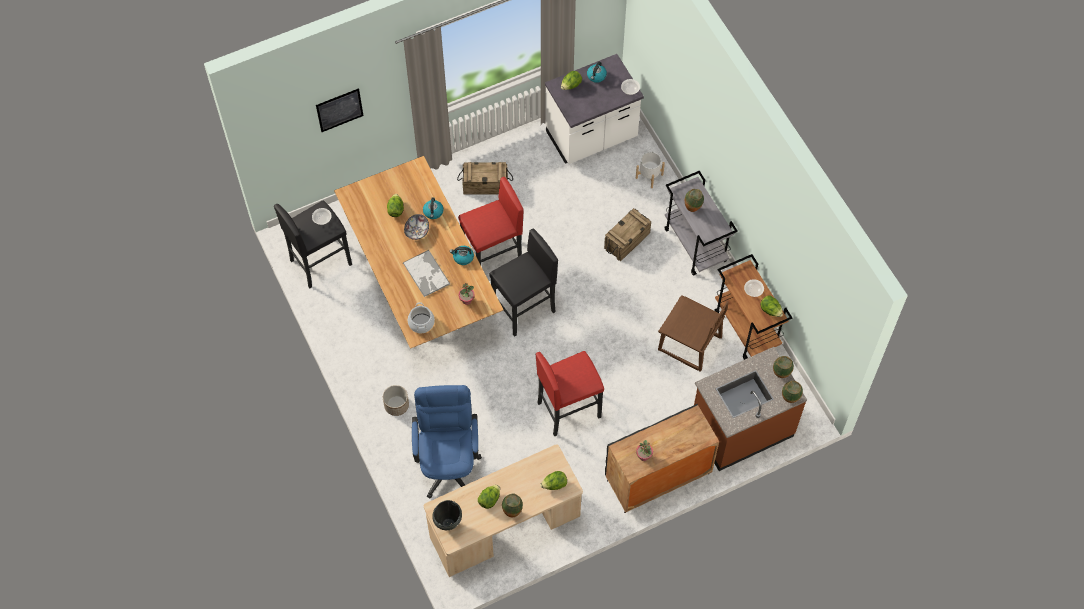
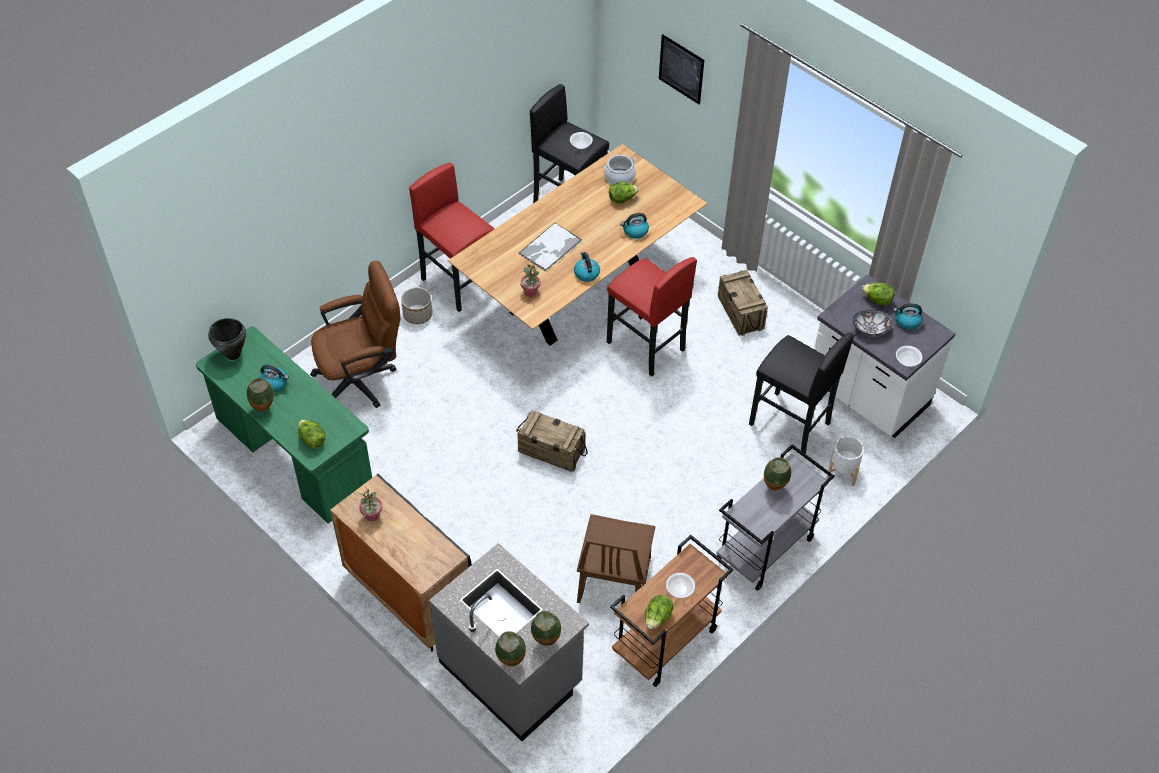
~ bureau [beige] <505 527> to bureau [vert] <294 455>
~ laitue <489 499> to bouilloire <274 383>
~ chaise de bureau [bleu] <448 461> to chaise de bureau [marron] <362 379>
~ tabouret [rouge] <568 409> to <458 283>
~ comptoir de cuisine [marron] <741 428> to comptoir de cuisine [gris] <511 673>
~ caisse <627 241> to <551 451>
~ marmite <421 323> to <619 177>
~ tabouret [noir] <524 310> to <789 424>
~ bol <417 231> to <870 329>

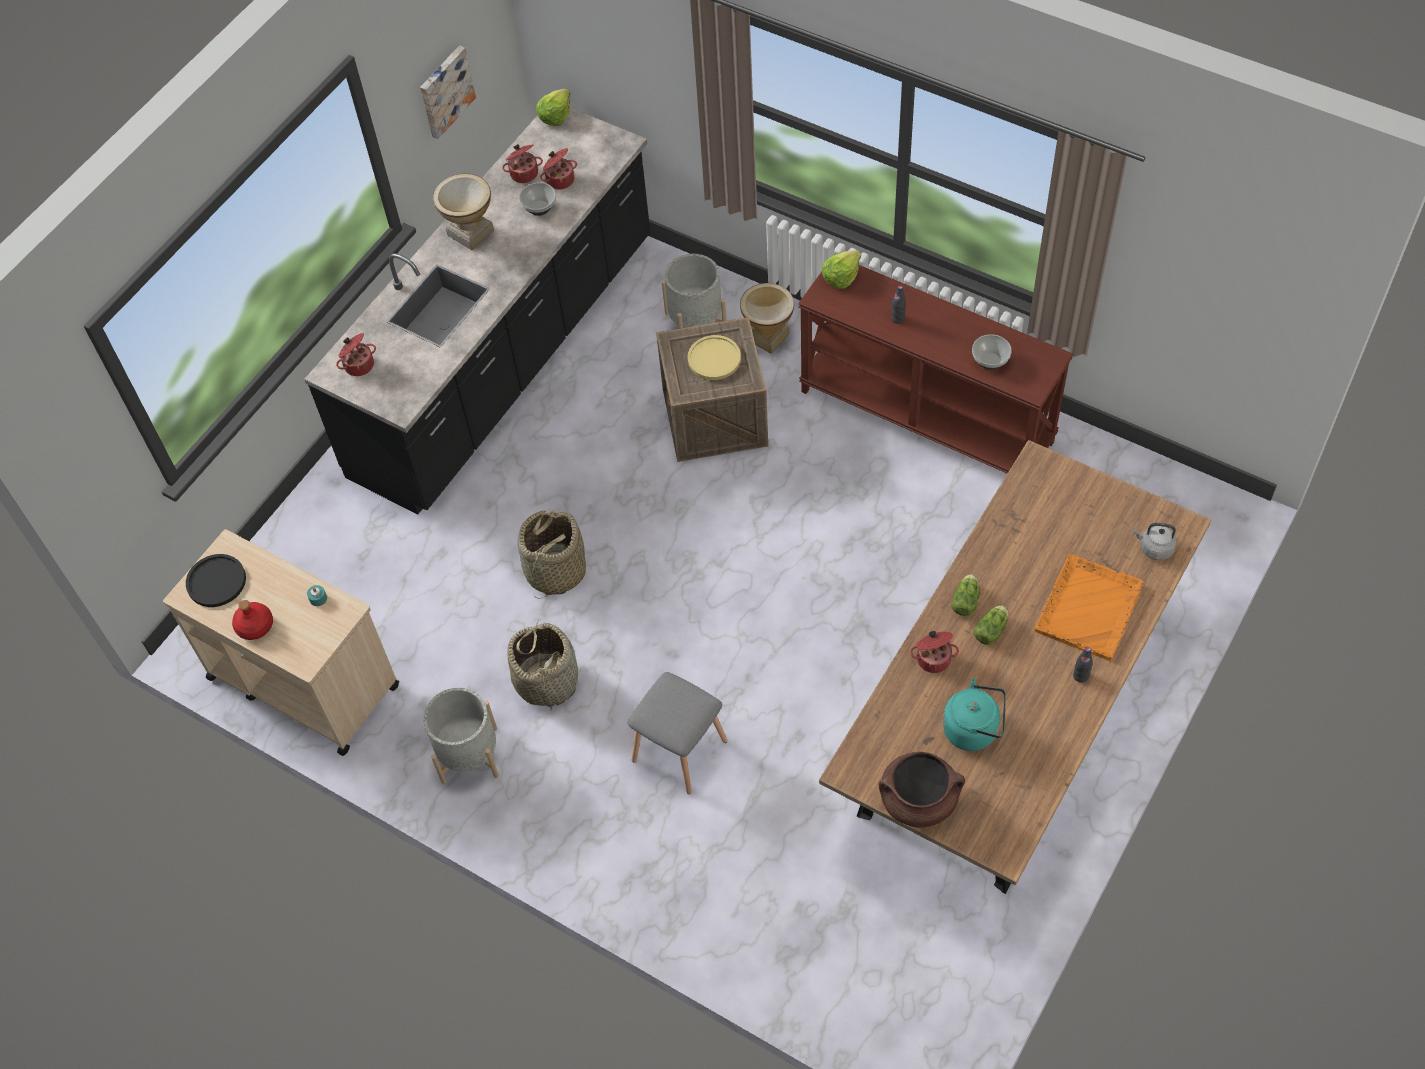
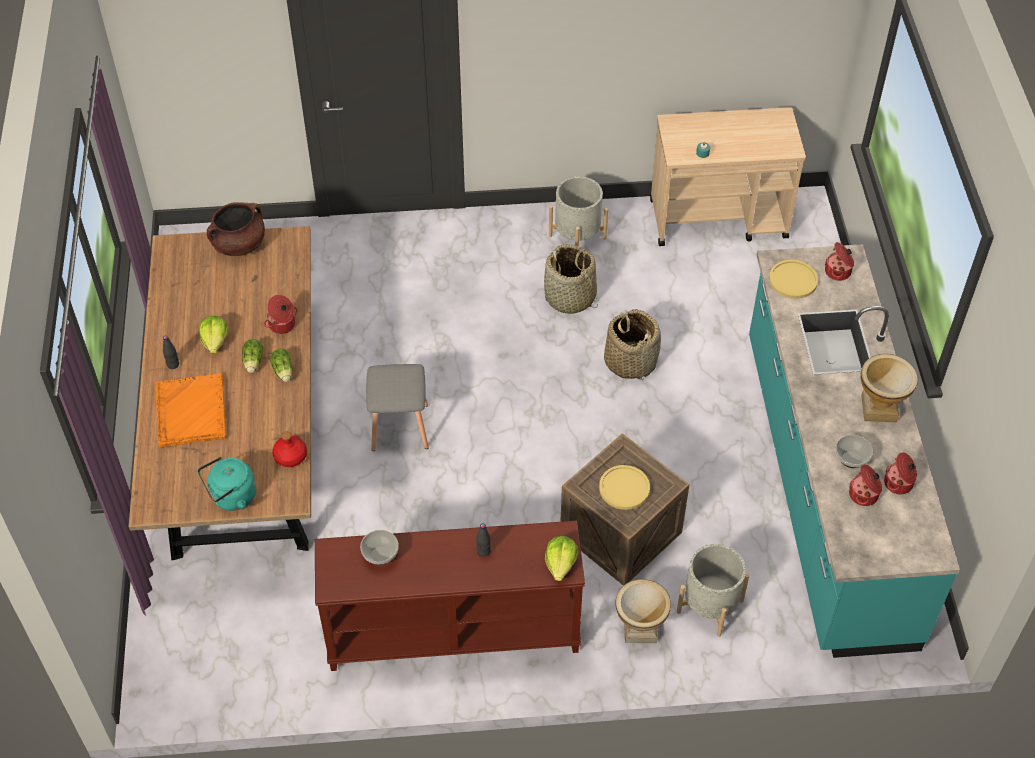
~ bouilloire [turquoise] <974 729> to <231 497>
~ laitue <555 116> to <215 341>
~ bouteille [rouge] <255 626> to <290 456>
~ tabouret [gris] <679 749> to <400 428>
~ comptoir de cuisine [noir] <506 358> to comptoir de cuisine [turquoise] <825 487>
+ assiette [jaune] <793 280>
- assiette [noir] <216 581>
- tableau <445 91>
- bouilloire [gris] <1154 548>

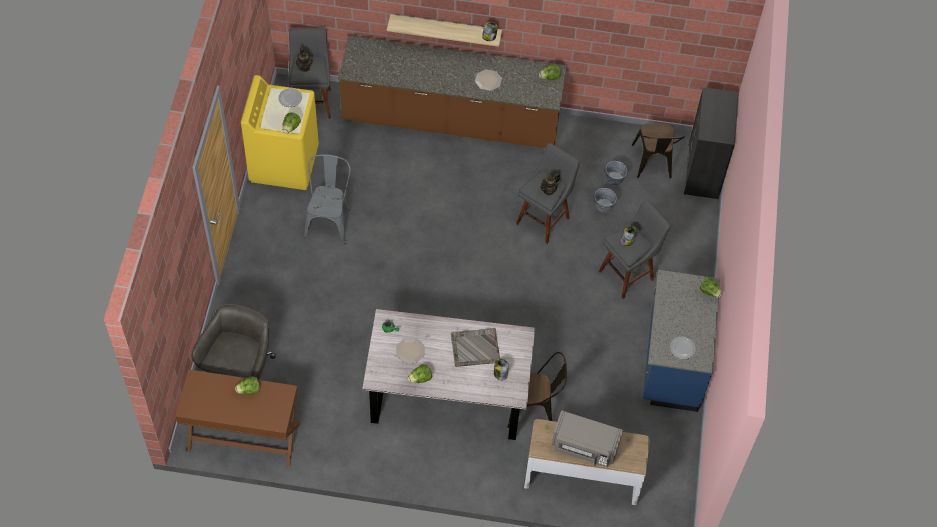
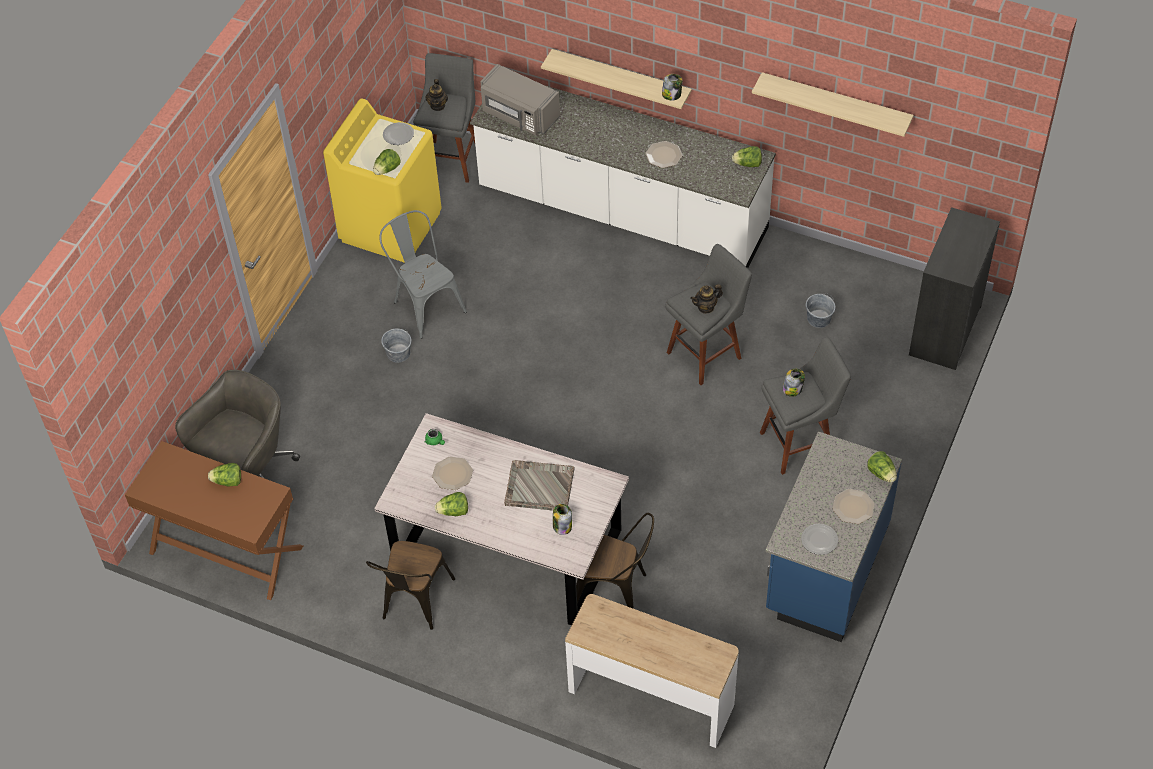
~ chaise [marron] <653 164> to <414 603>
~ chaise [gris] <329 219> = <425 304> 60 degrees counterclockwise
~ seau [gris] <604 205> to <398 353>
~ comptoir de cuisine [marron] <451 121> to comptoir de cuisine [blanc] <622 211>
~ micro-ondes [gris] <584 447> to <519 115>
+ étagère <835 104>
+ assiette <853 507>

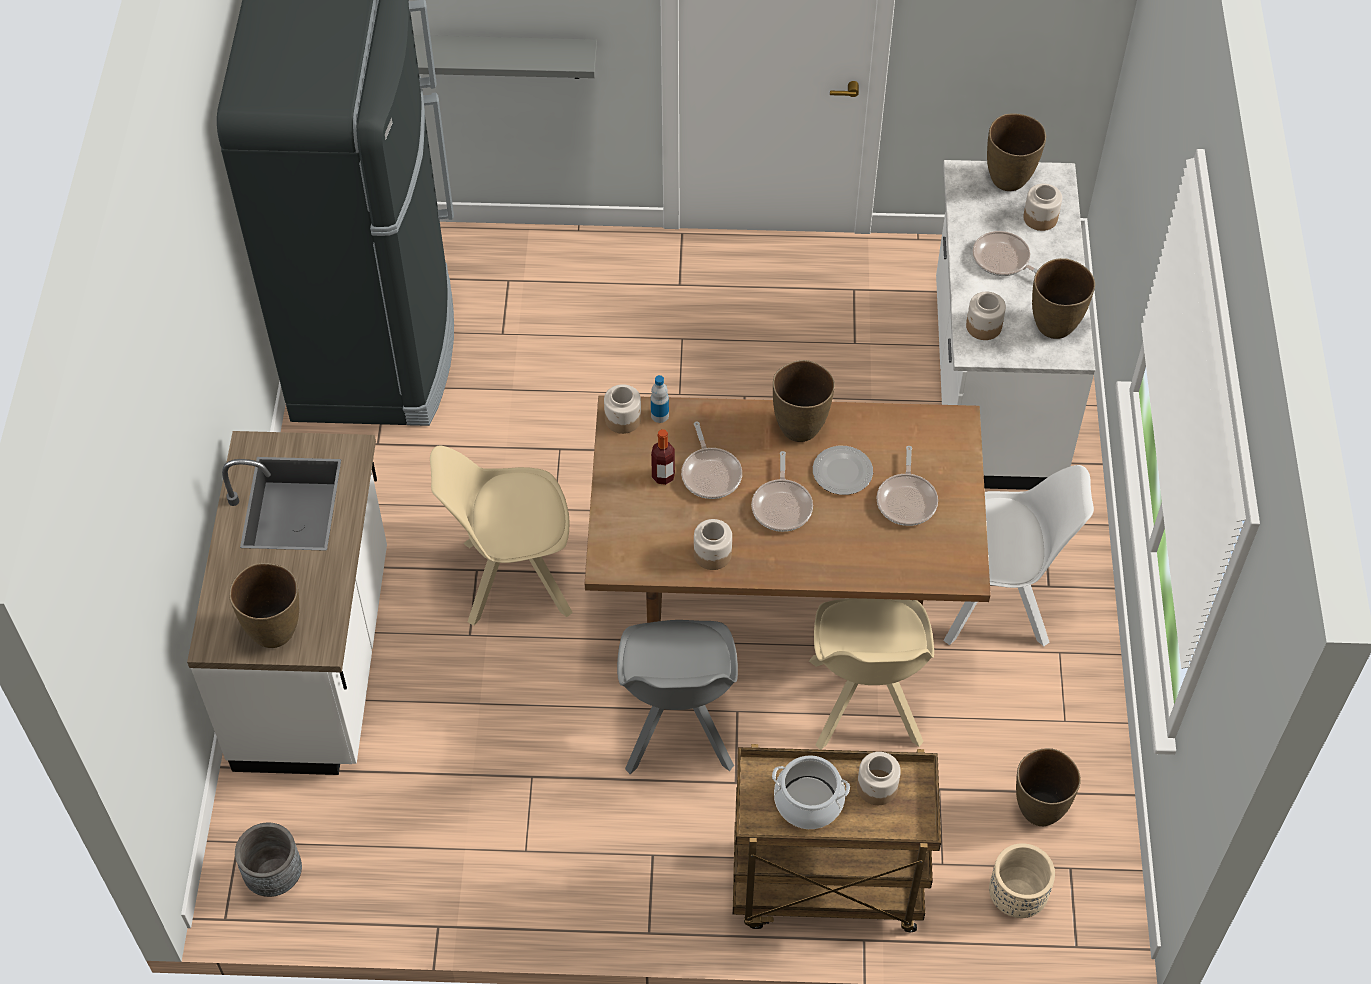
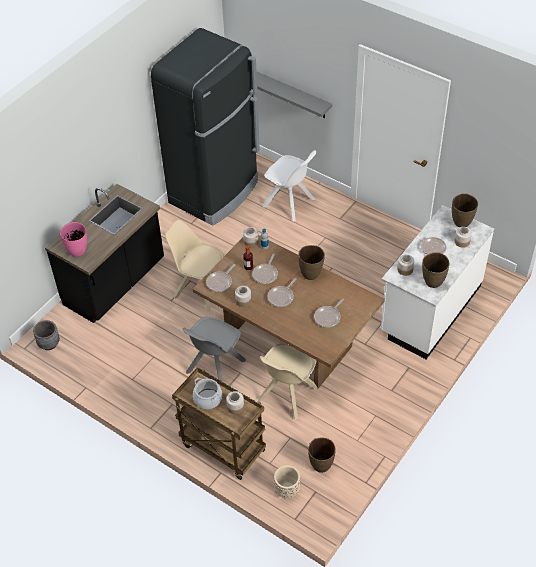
~ comptoir de cuisine [blanc] <317 661> to comptoir de cuisine [noir] <115 284>
~ vase [marron] <275 631> to vase [rose] <78 251>
+ poêle <220 282>
~ chaise [blanc] <997 602> to <290 203>
- assiette <842 472>

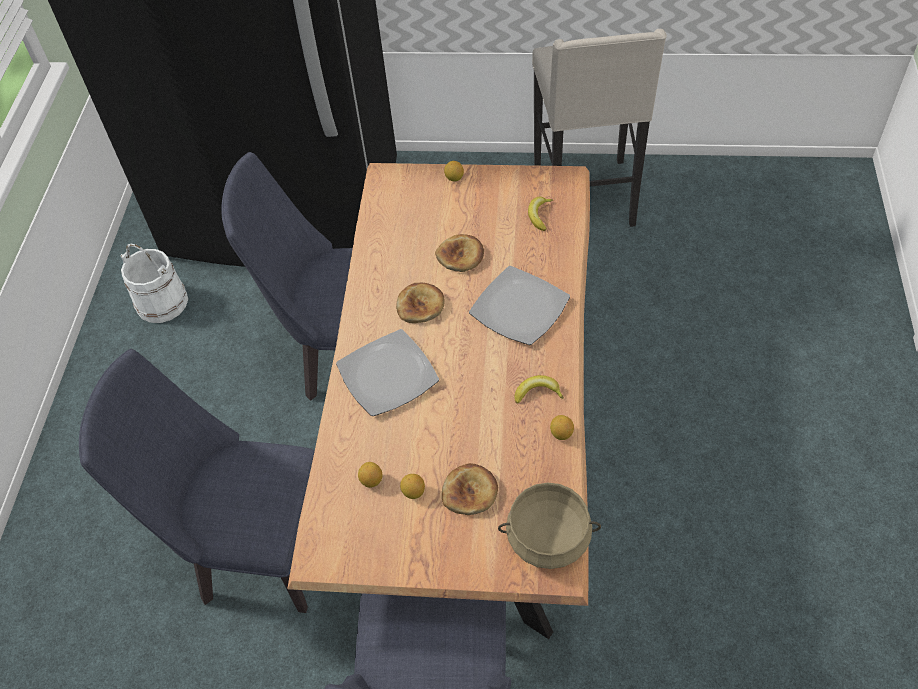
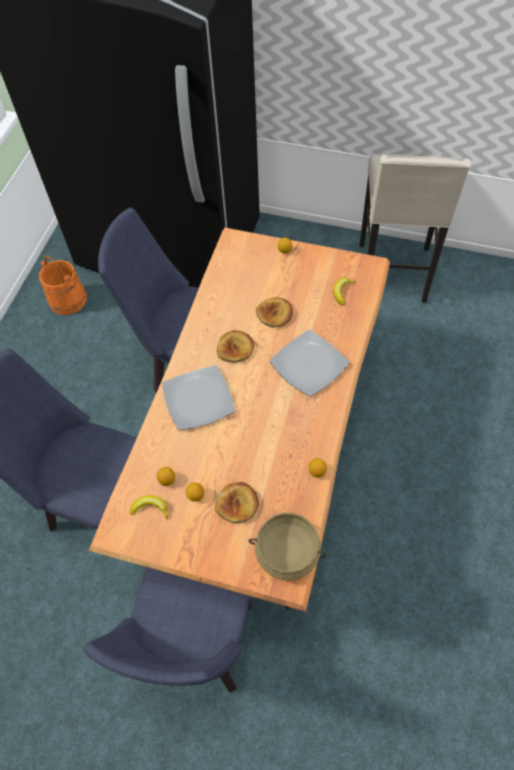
~ seau [blanc] <161 302> to seau [orange] <67 300>
~ banane <537 392> to <150 508>

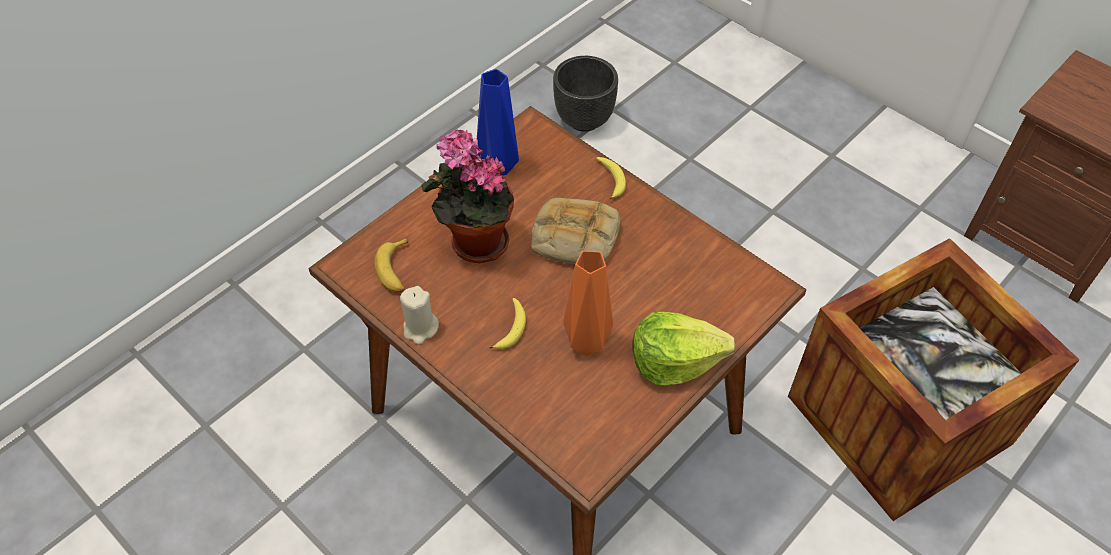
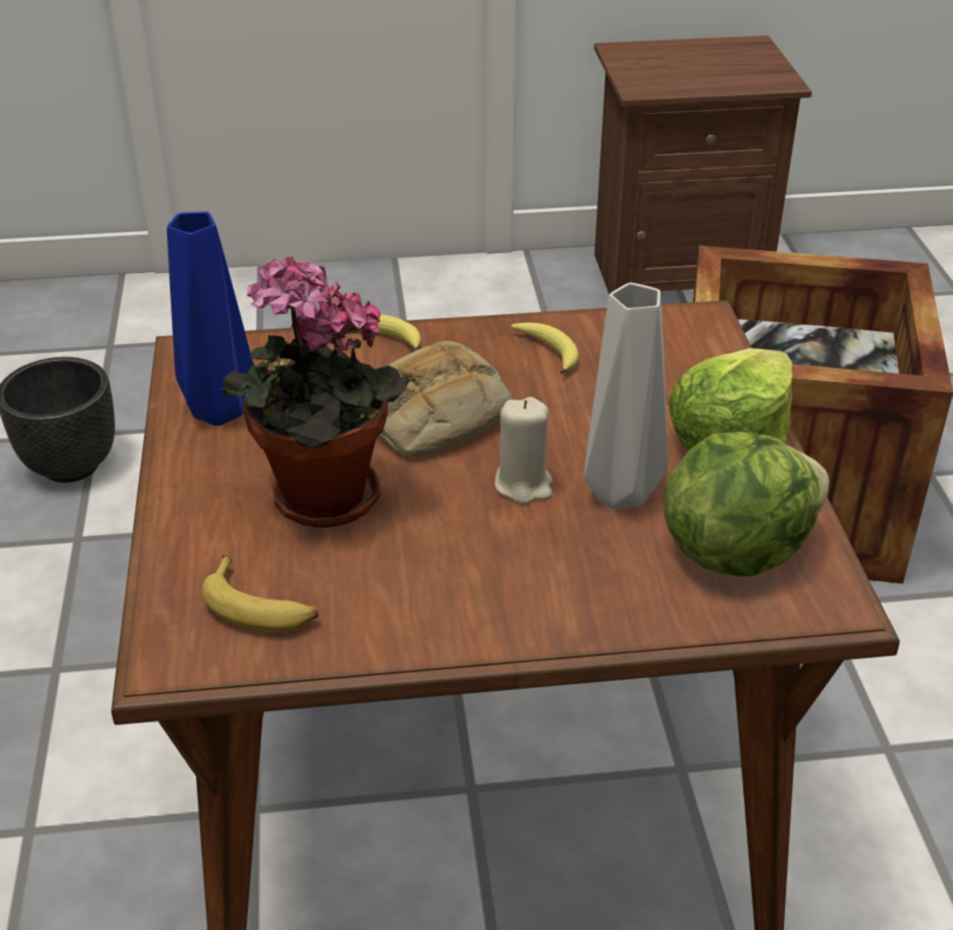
~ bougie [beige] <420 328> to <523 484>
~ banane <511 328> to <548 352>
~ vase [orange] <585 342> to vase [gris] <616 494>
+ laitue <735 549>

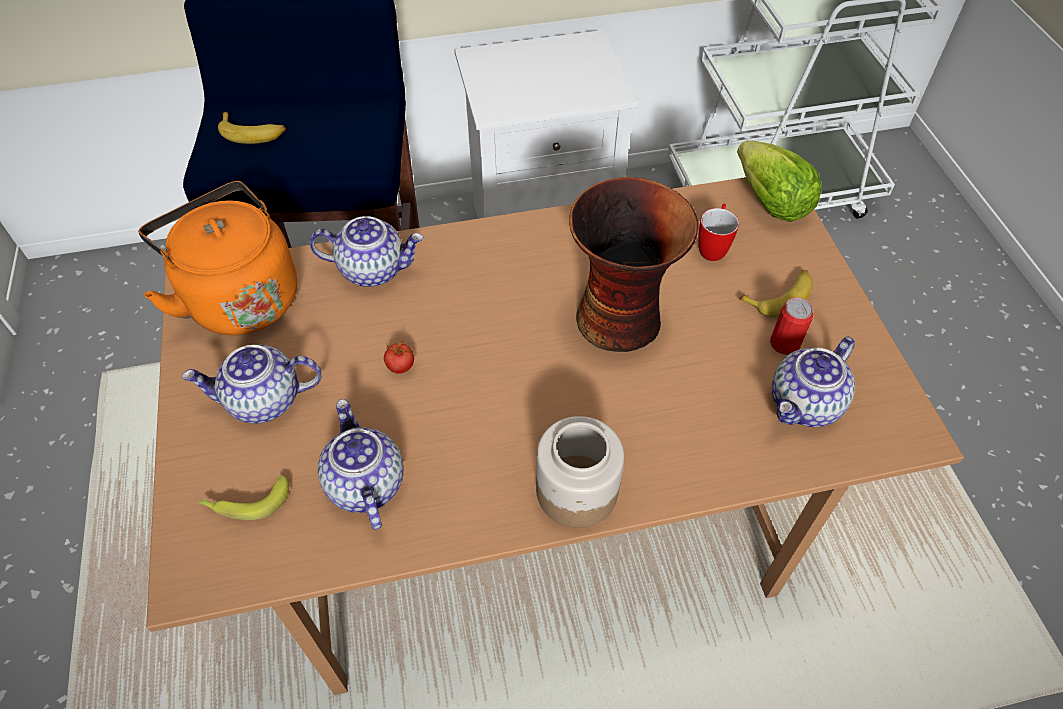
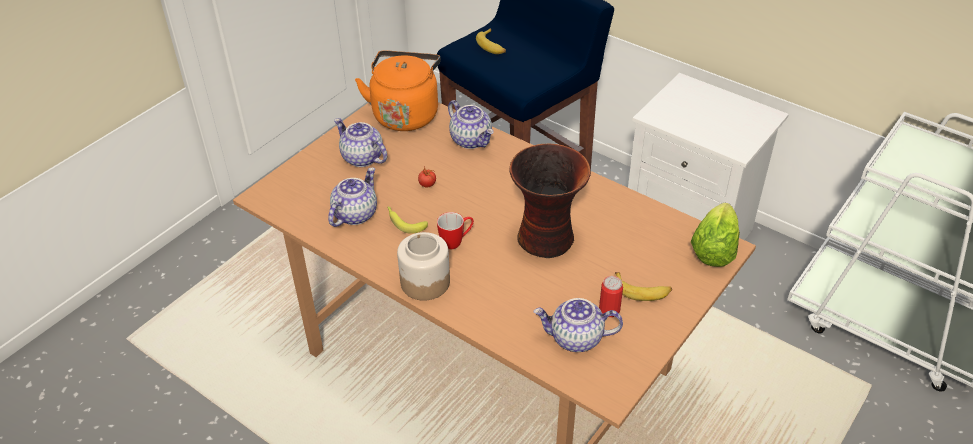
~ banane <246 502> to <404 222>
~ mug <713 247> to <456 242>

